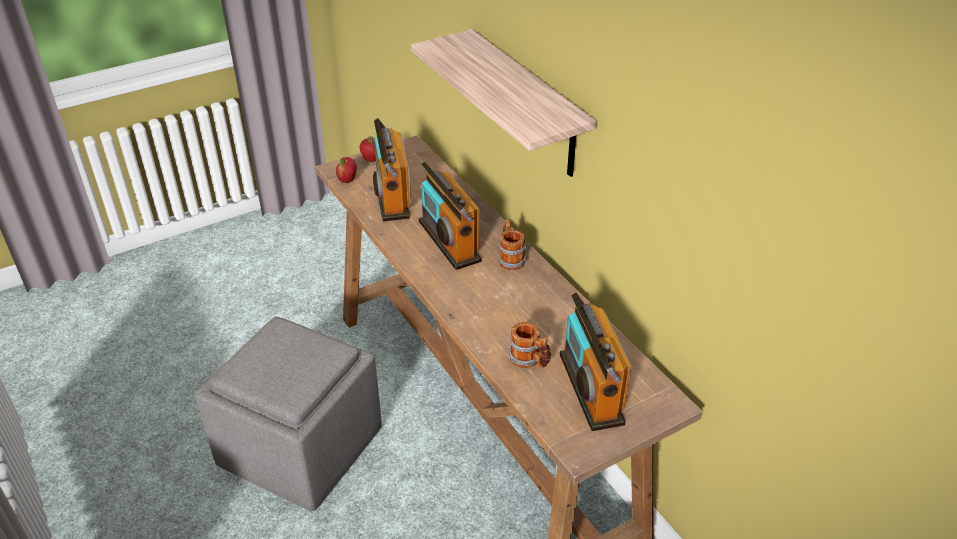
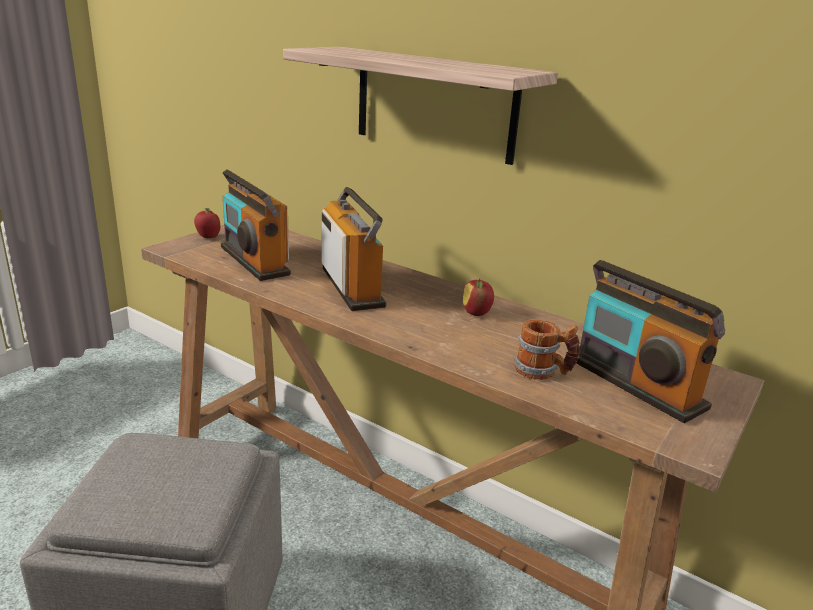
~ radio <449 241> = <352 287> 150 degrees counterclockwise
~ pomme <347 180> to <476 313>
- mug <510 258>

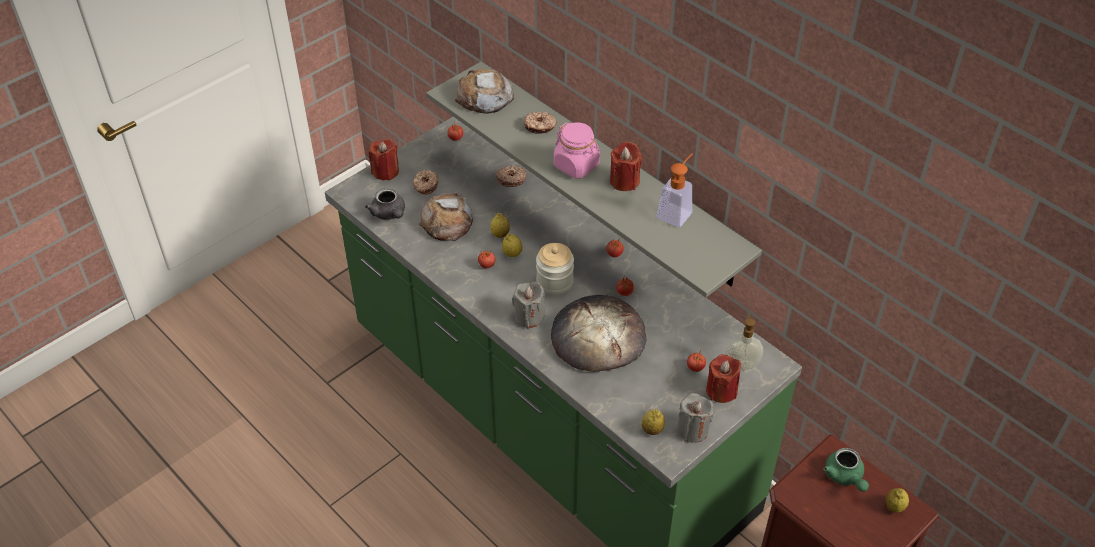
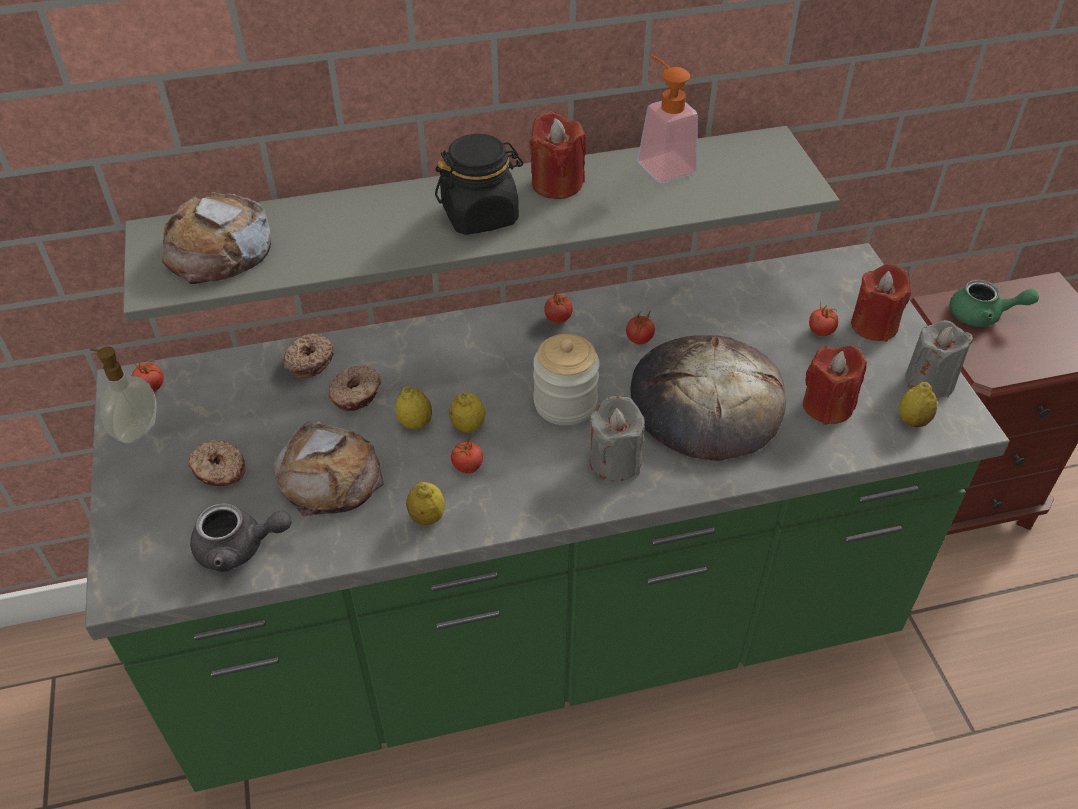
~ distributeur de savon <742 364> to <136 430>
~ beignet <539 127> to <356 394>
~ citron <894 507> to <427 517>
~ bocal [rose] <576 165> to bocal [noir] <480 215>
~ bougie [rouge] <385 172> to <827 406>

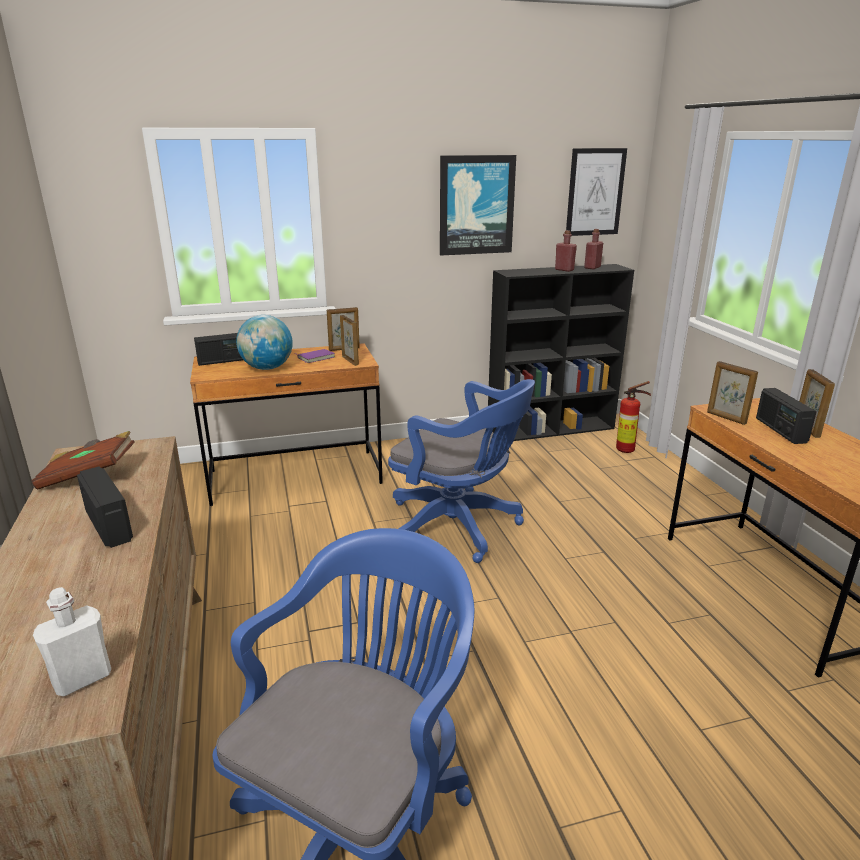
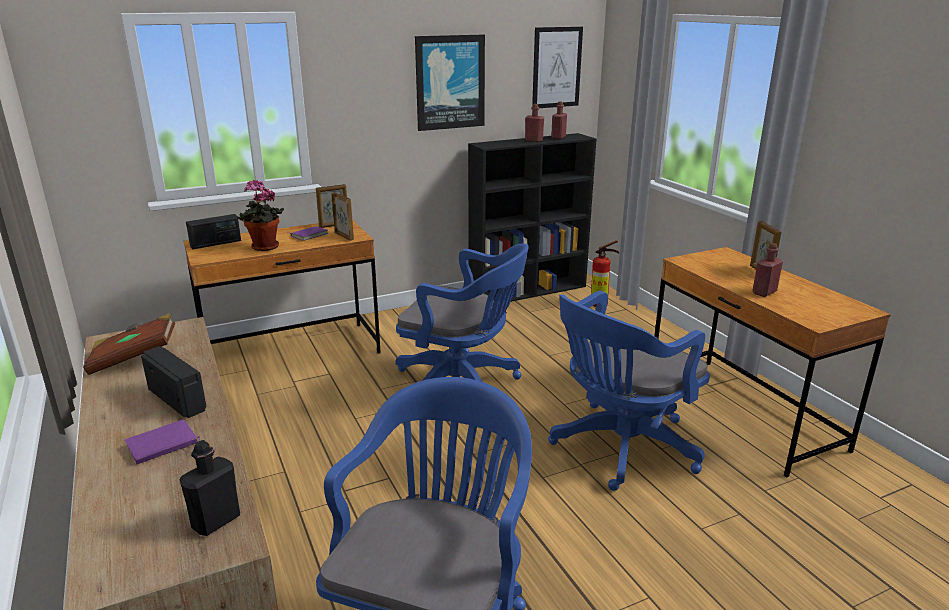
+ livre [violet] <163 446>
~ bouteille [blanc] <82 679> to bouteille [noir] <216 521>
~ globe <267 368> to plante en pot <264 248>
+ chaise de bureau [bleu] <619 448>
+ bouteille [rouge] <764 292>
- cadre photo <726 418>
- radio <780 430>

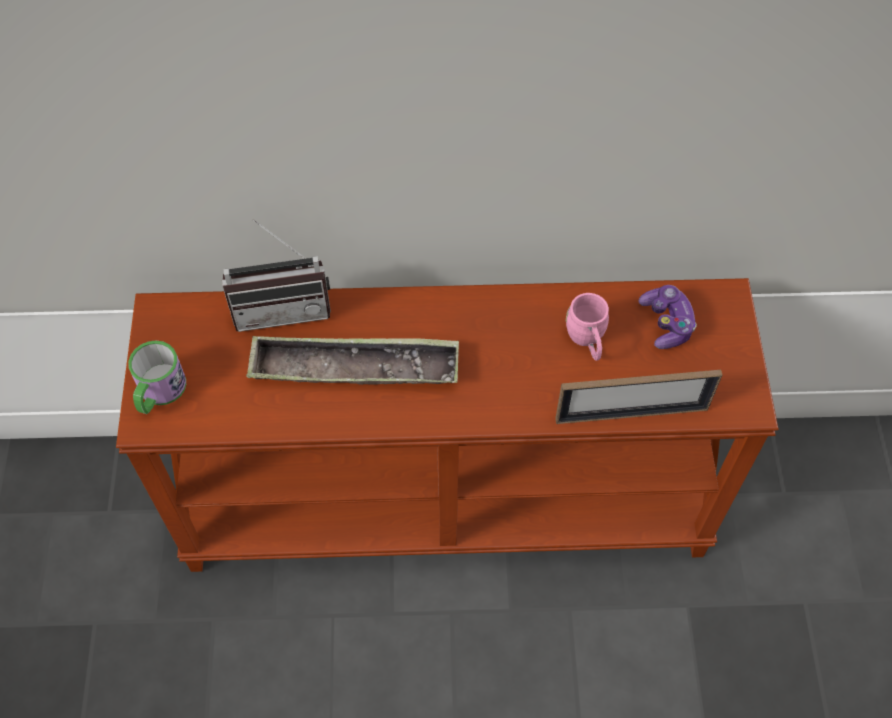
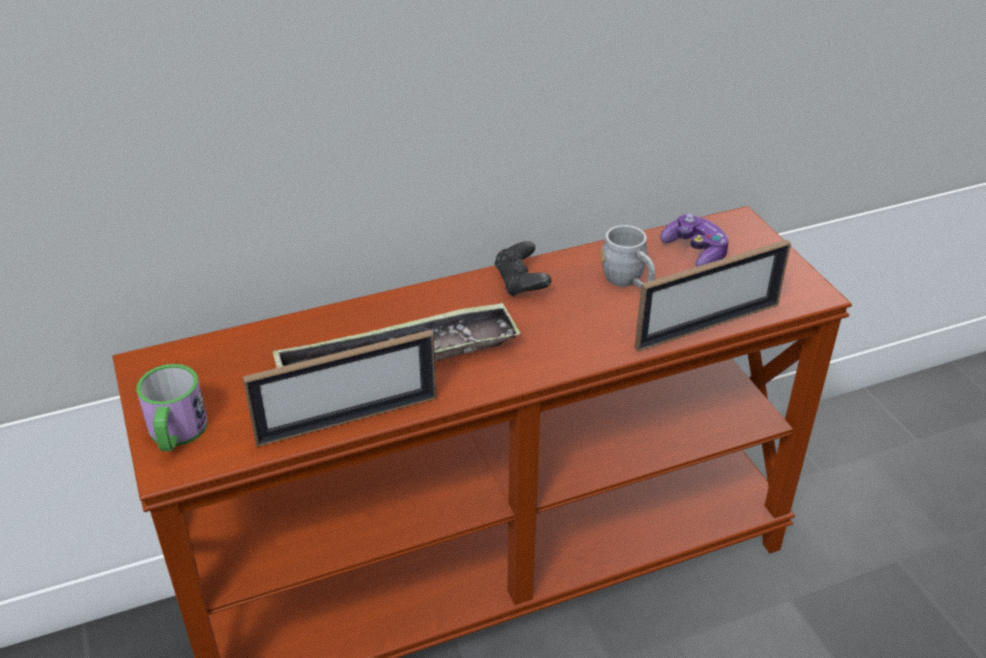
+ cadre photo <347 419>
+ manette [noir] <521 282>
~ mug [rose] <587 341> to mug [gris] <628 282>
- radio <282 307>

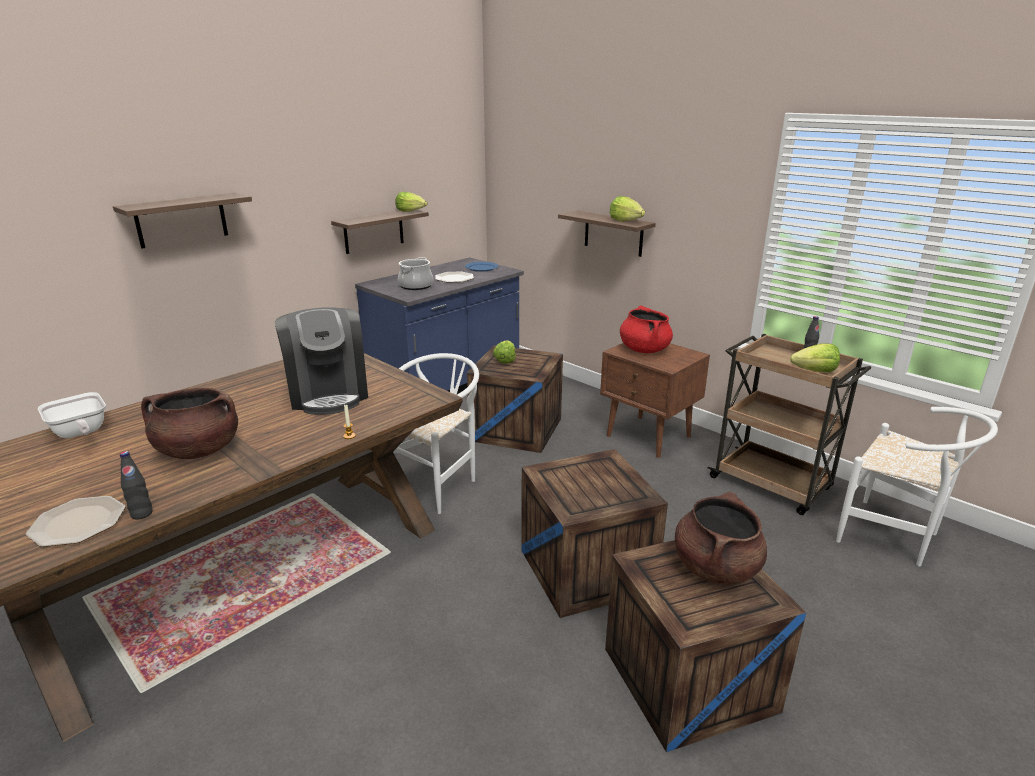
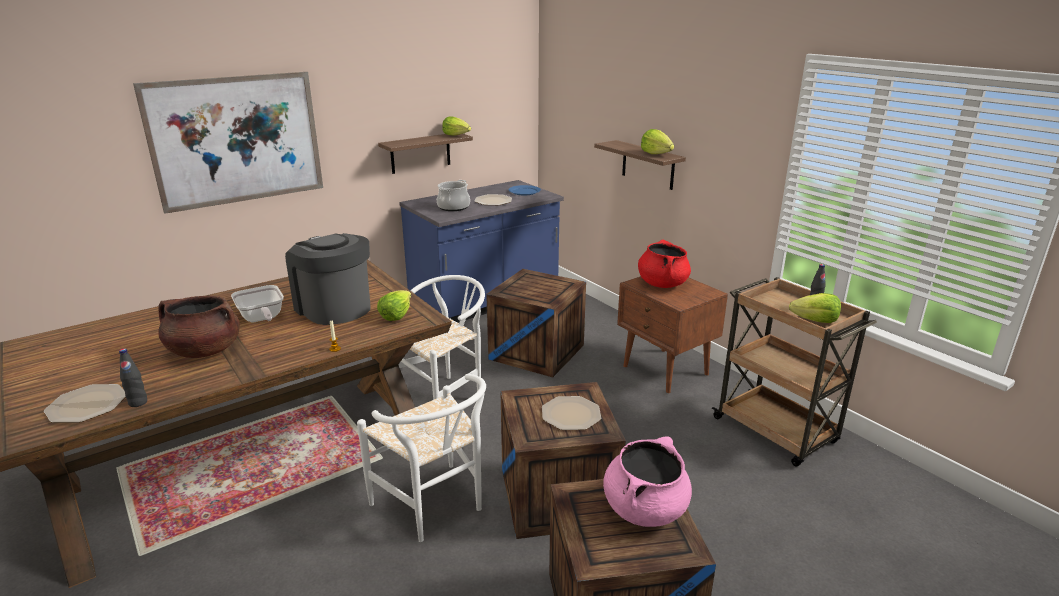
~ étagère <181 220> to tableau <237 140>
~ poêle <80 433> to <261 319>
~ machine à café <328 394> = <334 308> 150 degrees clockwise
~ chaise [blanc] <895 537> to <434 508>
~ laitue <505 360> to <396 315>
+ assiette <570 414>
~ marmite [marron] <715 567> to marmite [rose] <645 509>

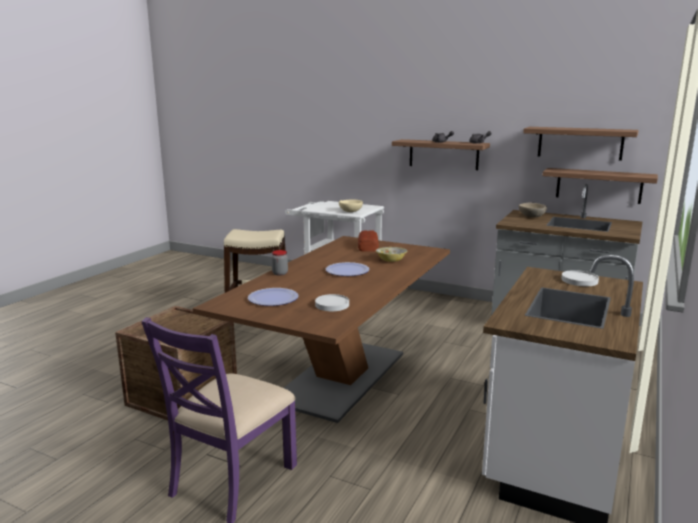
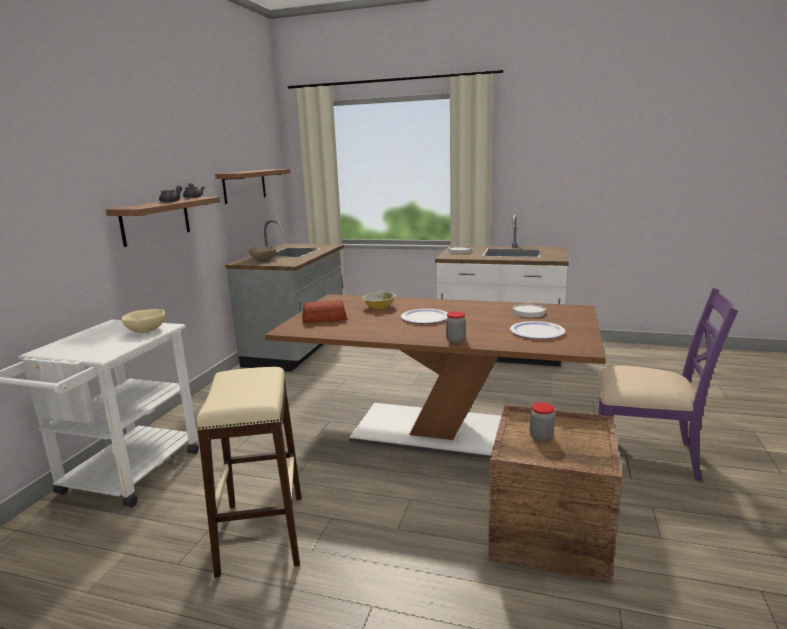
+ bocal <541 437>
- étagère <598 185>

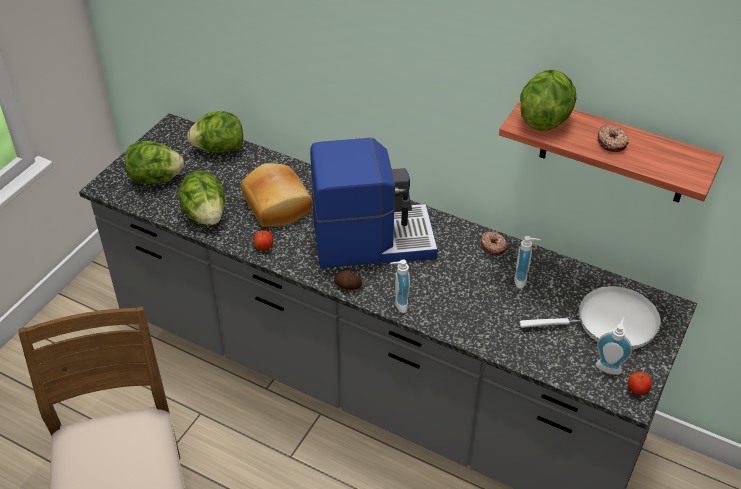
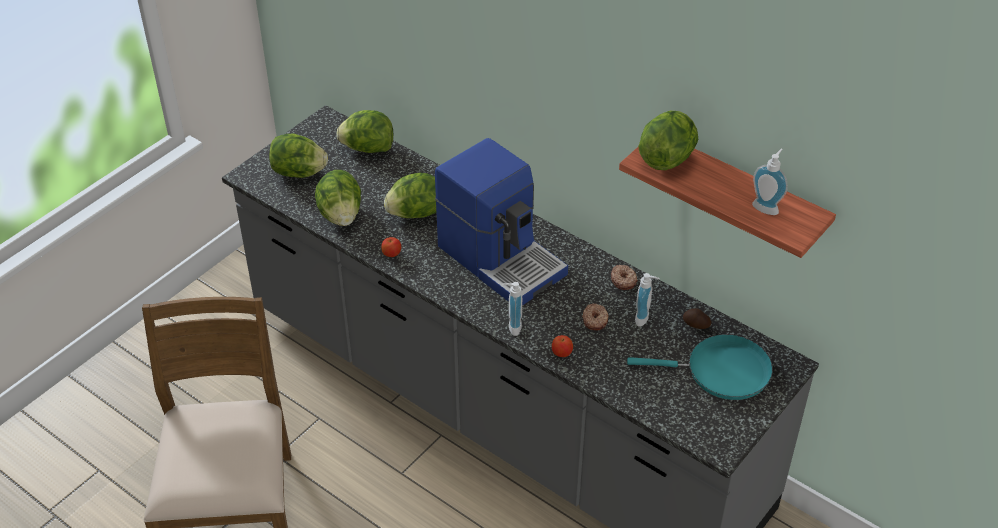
~ pain <278 205> to laitue <415 213>
~ machine à café <372 239> = <502 258> 45 degrees clockwise
~ pomme <637 390> to <562 353>
~ beignet <612 142> to <595 320>
~ poêle [blanc] <610 322> to poêle [turquoise] <721 371>
~ pomme de terre <347 286> to <695 325>
~ distributeur de savon <609 366> to <766 207>

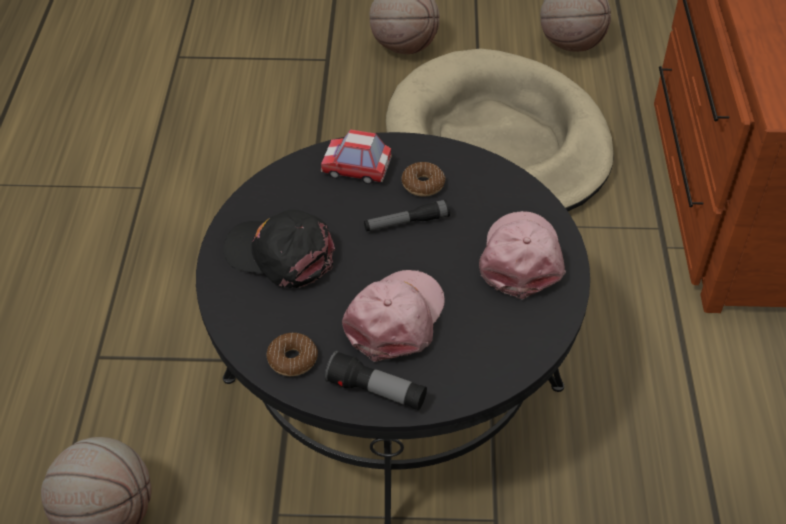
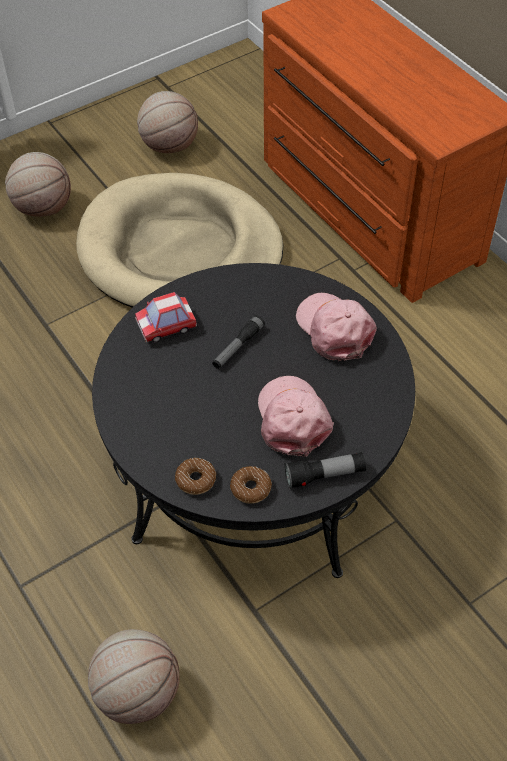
~ beignet <423 184> to <196 480>
- casquette [noir] <281 255>

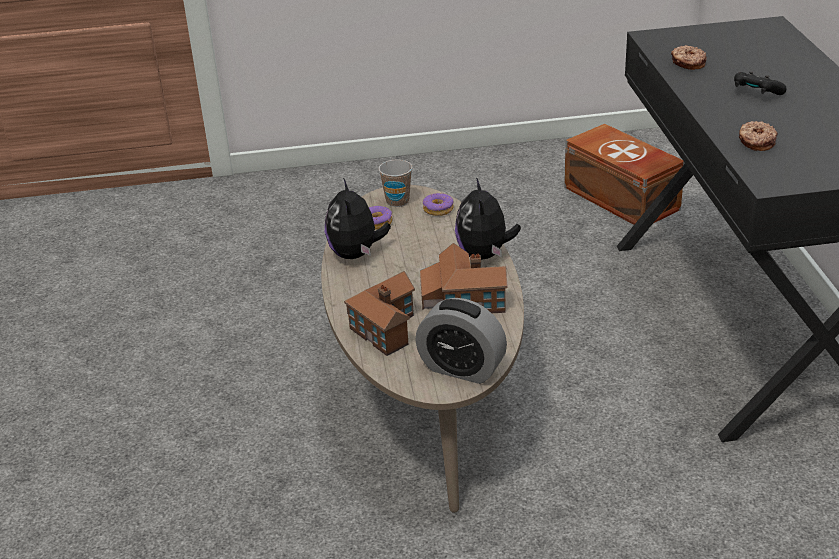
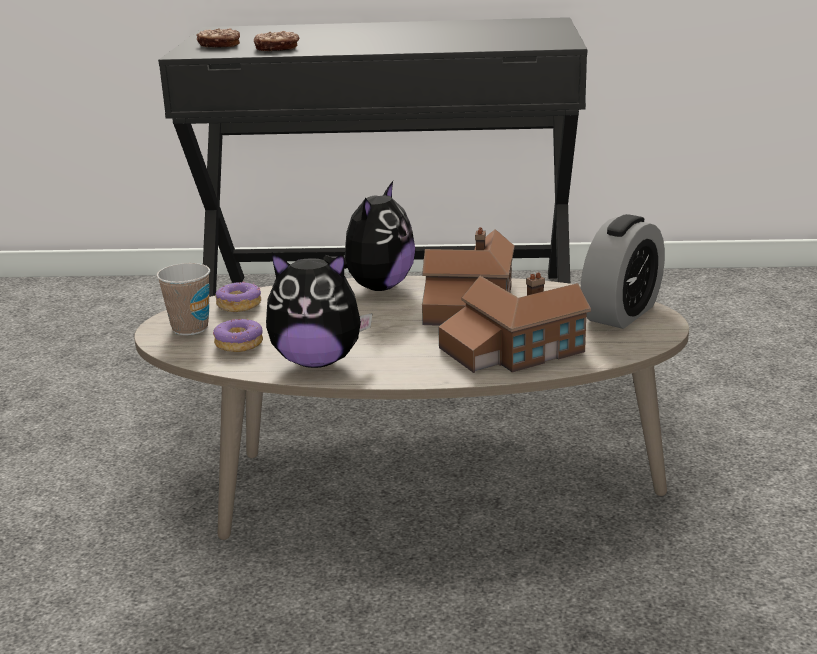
~ beignet <756 142> to <219 45>
~ peluche <485 255> = <376 287> 75 degrees counterclockwise
- boîte de rangement [marron] <621 199>
- manette [noir] <756 93>

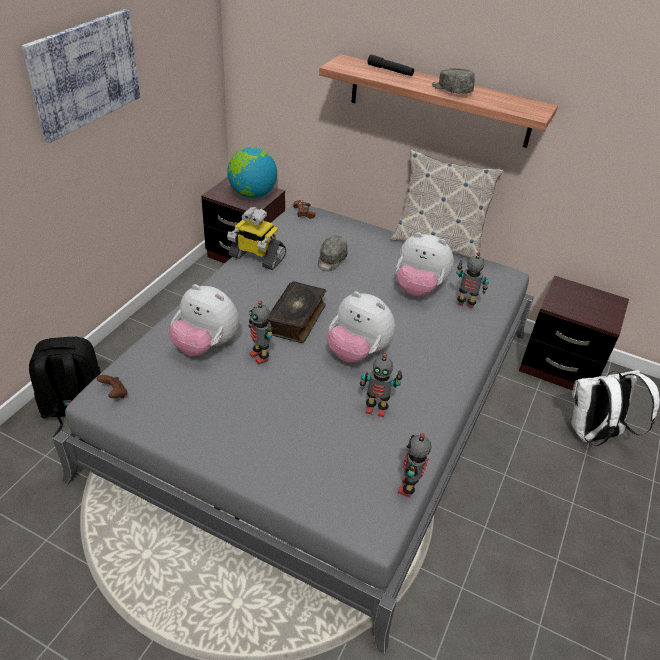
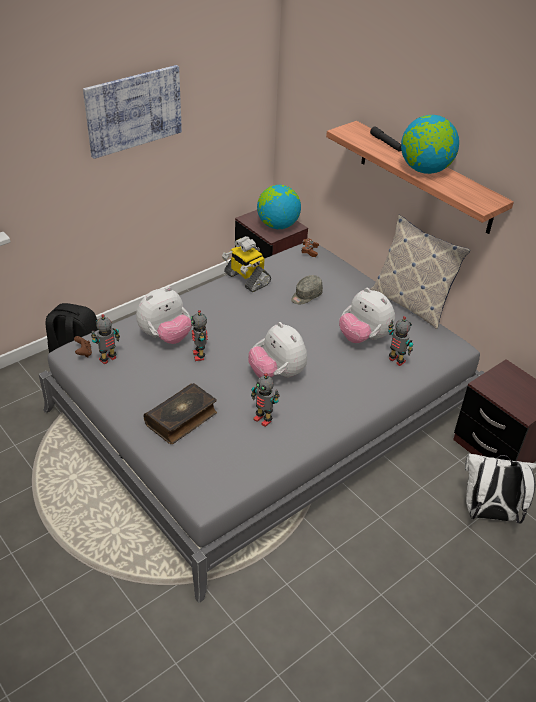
~ robot jouet <409 488> to <108 359>
~ peluche <205 345> = <165 337> 90 degrees counterclockwise
~ livre <296 318> to <182 419>
~ casquette [gris] <451 90> to globe <424 170>

